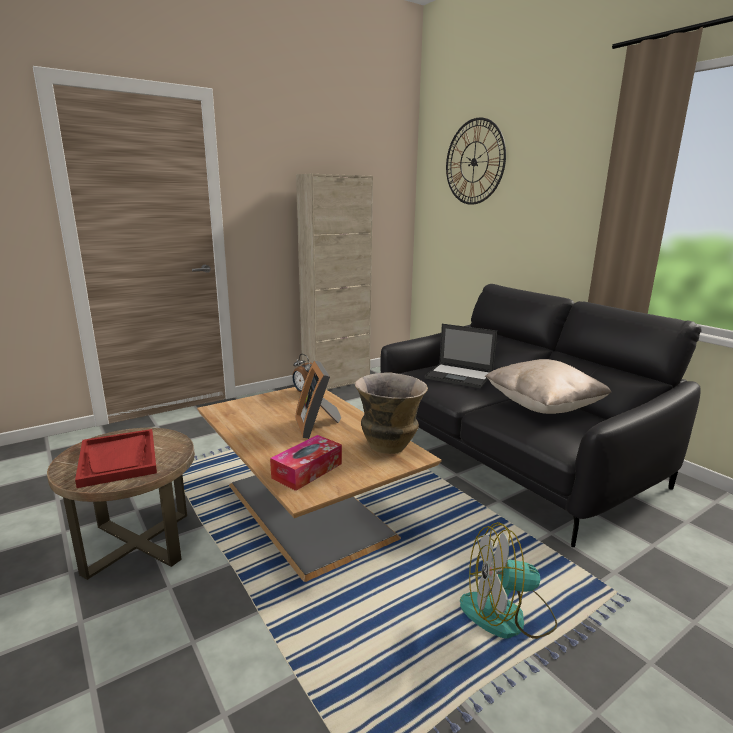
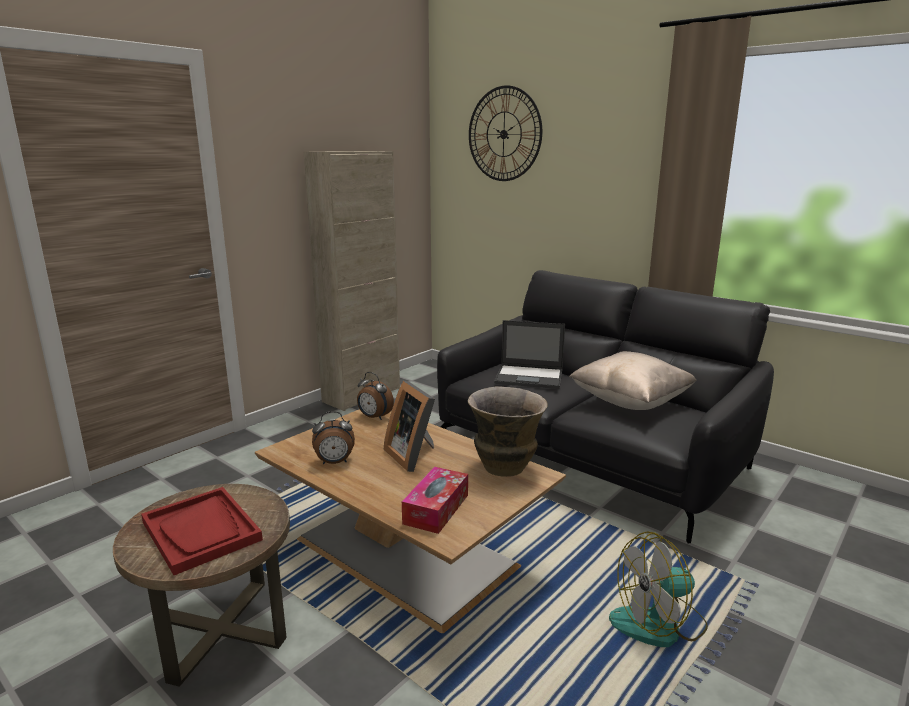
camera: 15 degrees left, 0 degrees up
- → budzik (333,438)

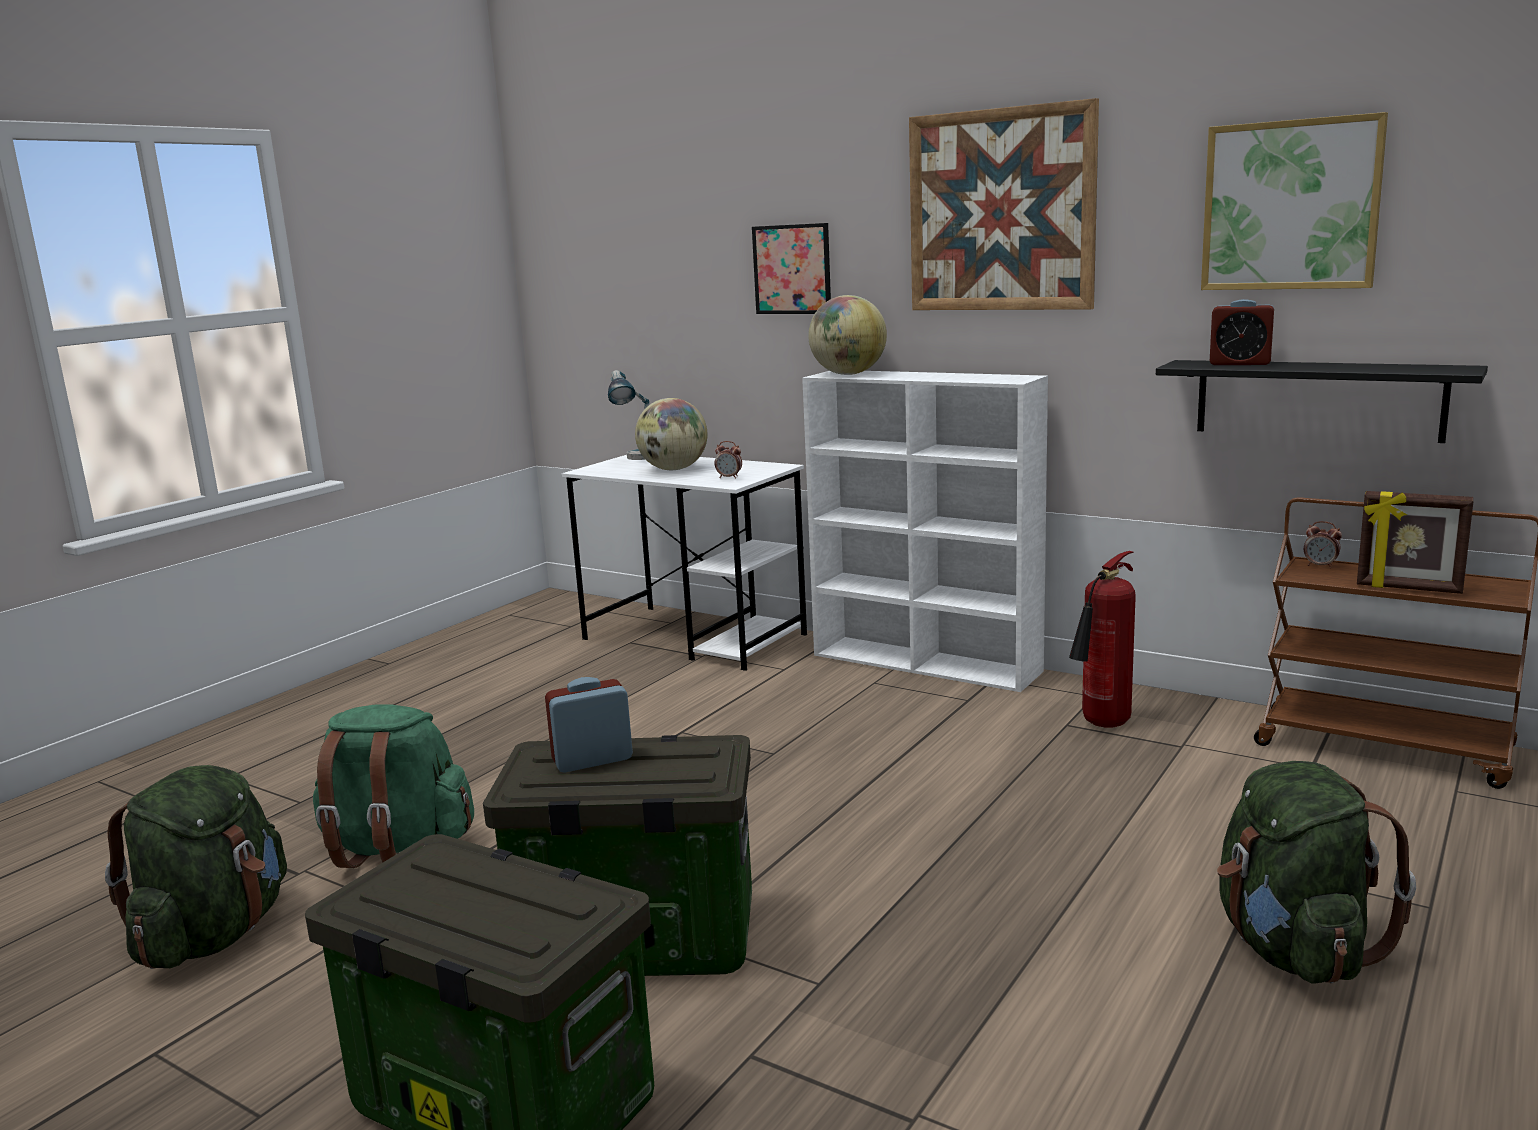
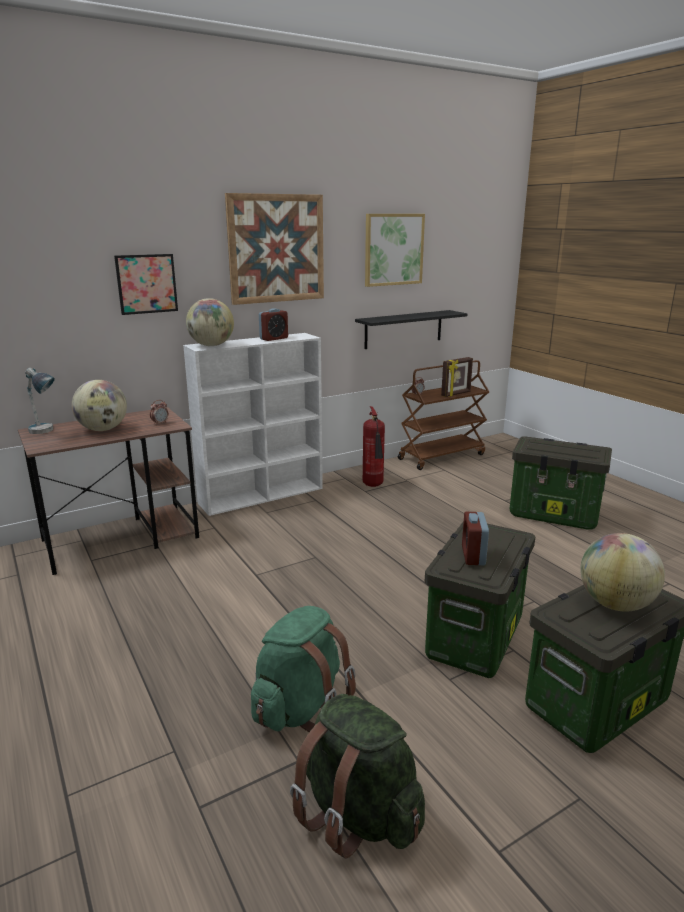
camera: 65 degrees left, 5 degrees up
biurko [biały] (684,563) → biurko [brązowy] (108,491)
budzik (1242,332) → budzik (273,324), relocated
plecak [zielony] (1316,872) → pojemnik do przechowywania (561,483)
- → globus (622,572)

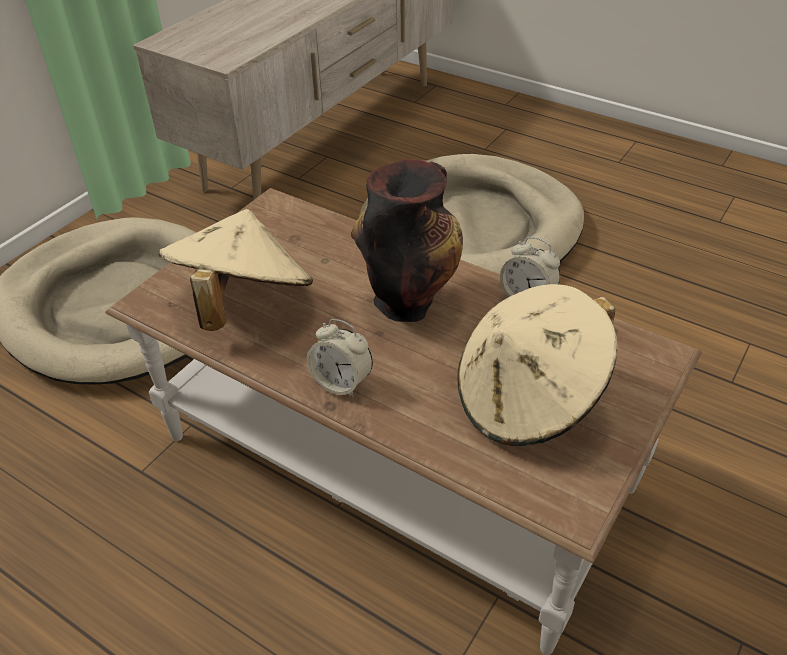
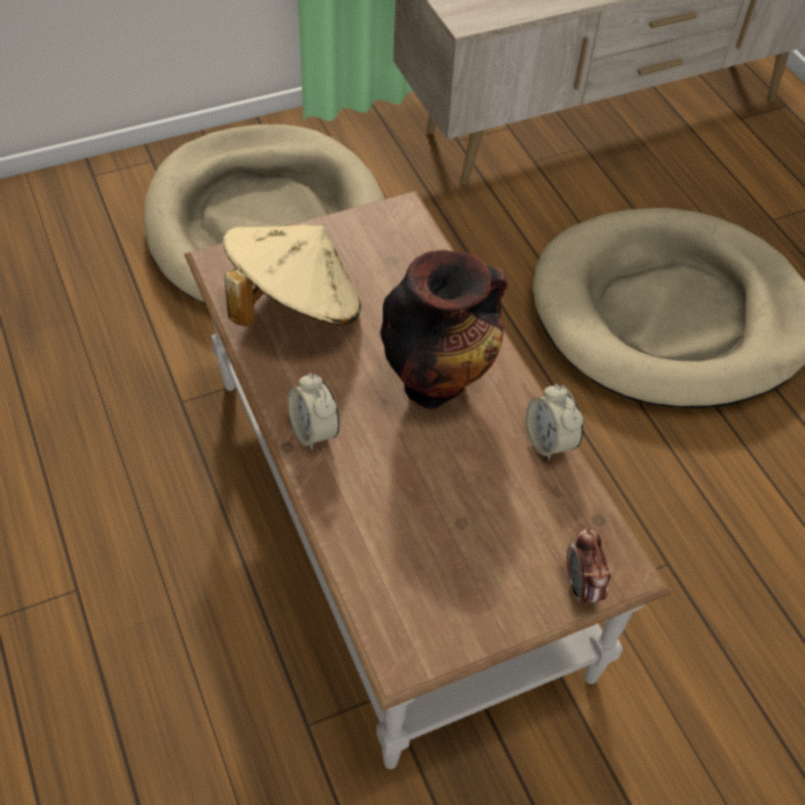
camera: 30 degrees right, 10 degrees up
kapelusz [beżowy] (537,365) → -
- → budzik (588,566)

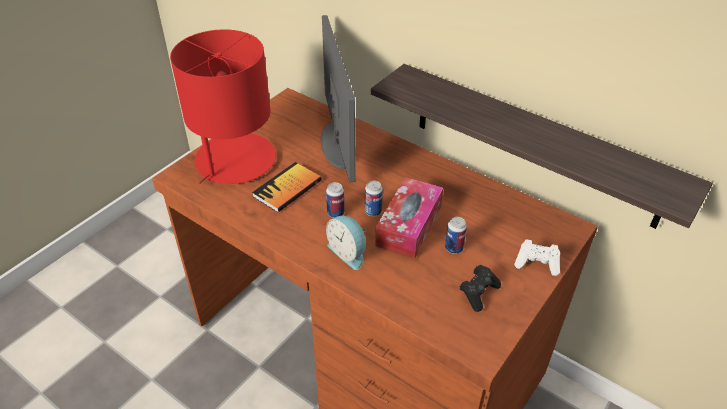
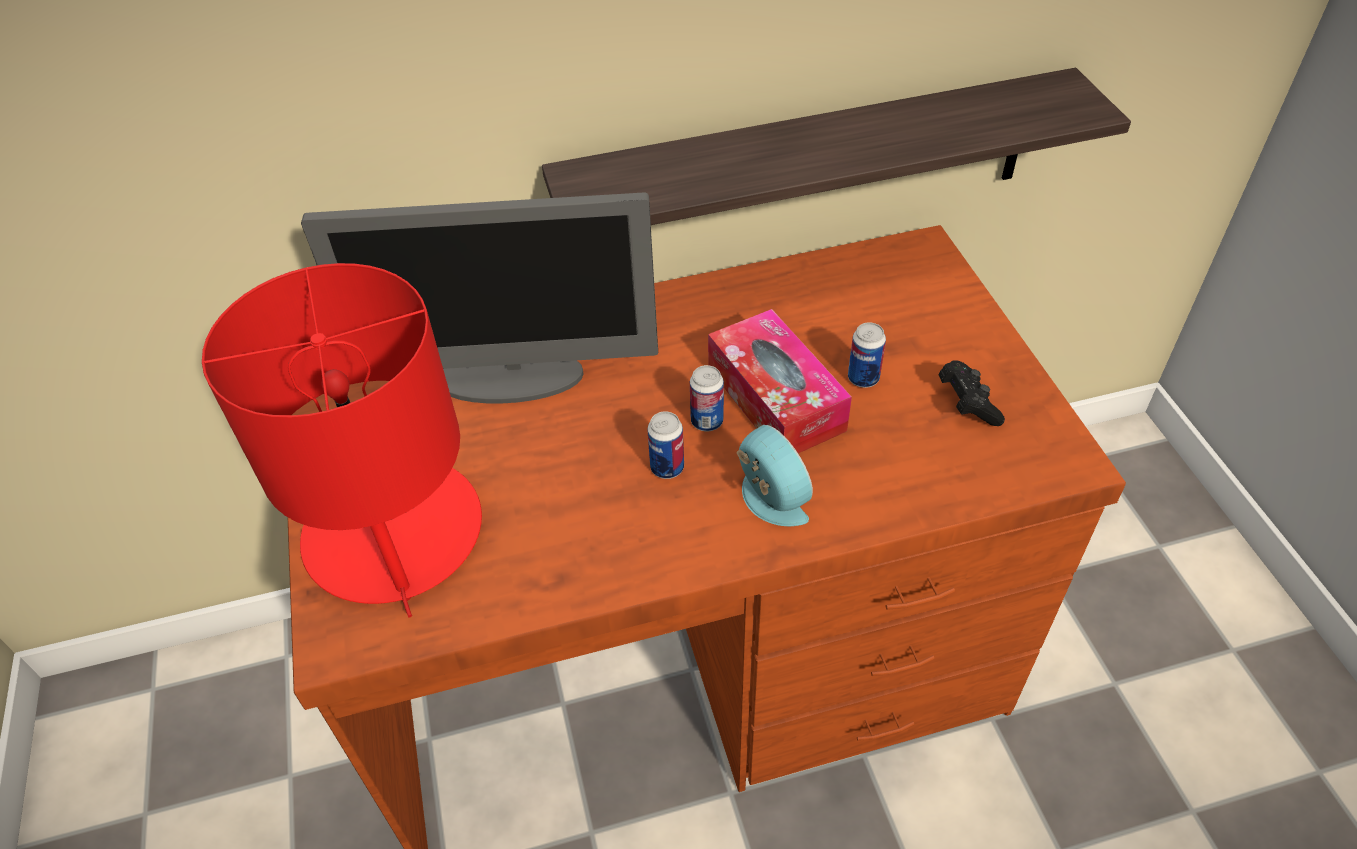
camera: 50 degrees left, 5 degrees up
książka (287,187) → -
monitor (338,98) → monitor (479,298), 150 degrees clockwise
budzik (346,242) → budzik (775,475), 120 degrees counterclockwise
pad do gier [biały] (537,257) → -

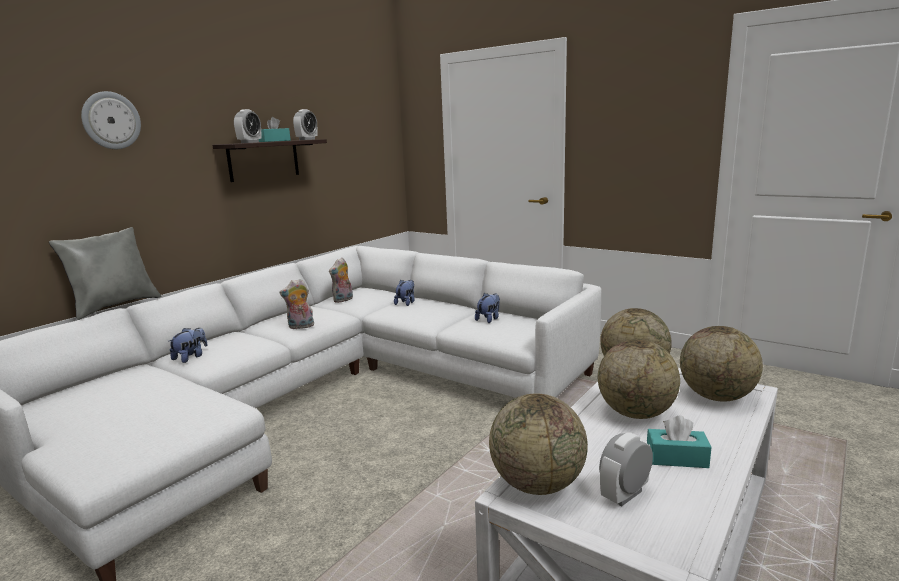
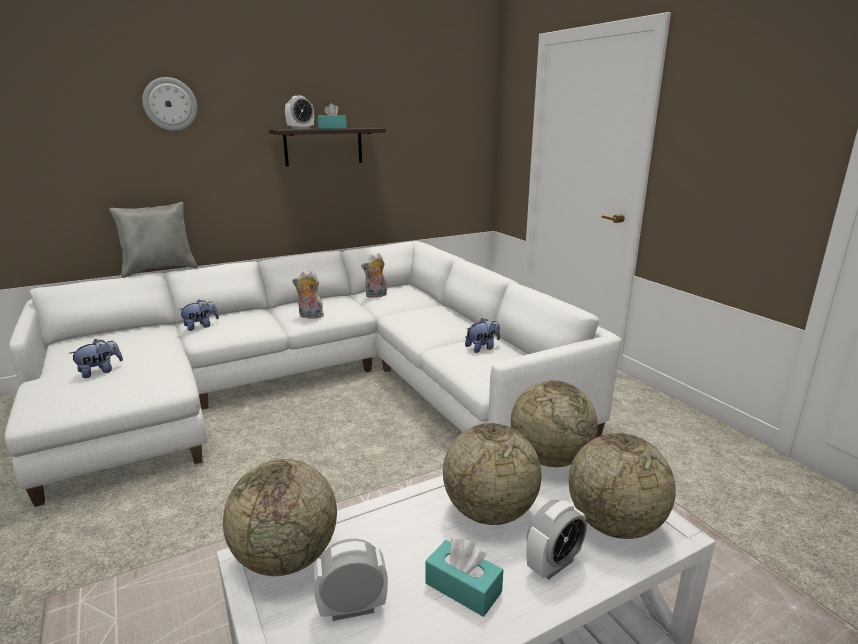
camera: 25 degrees right, 5 degrees up
budzik (305,124) → budzik (556,540), relocated
pluszak (404,293) → pluszak (96,358), relocated

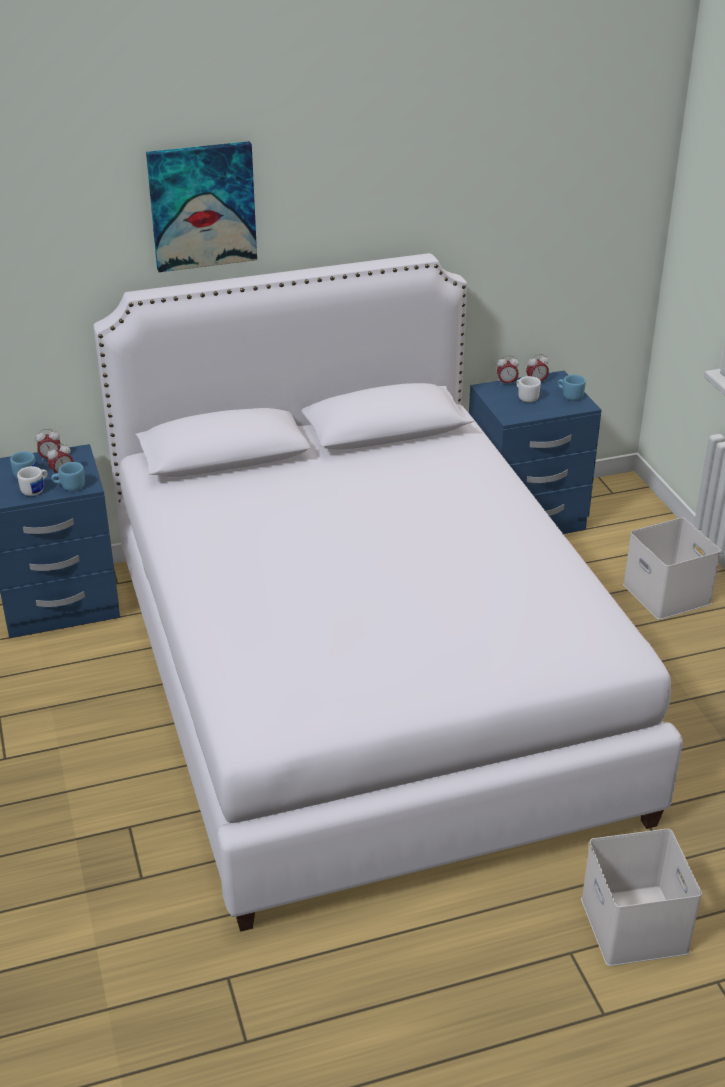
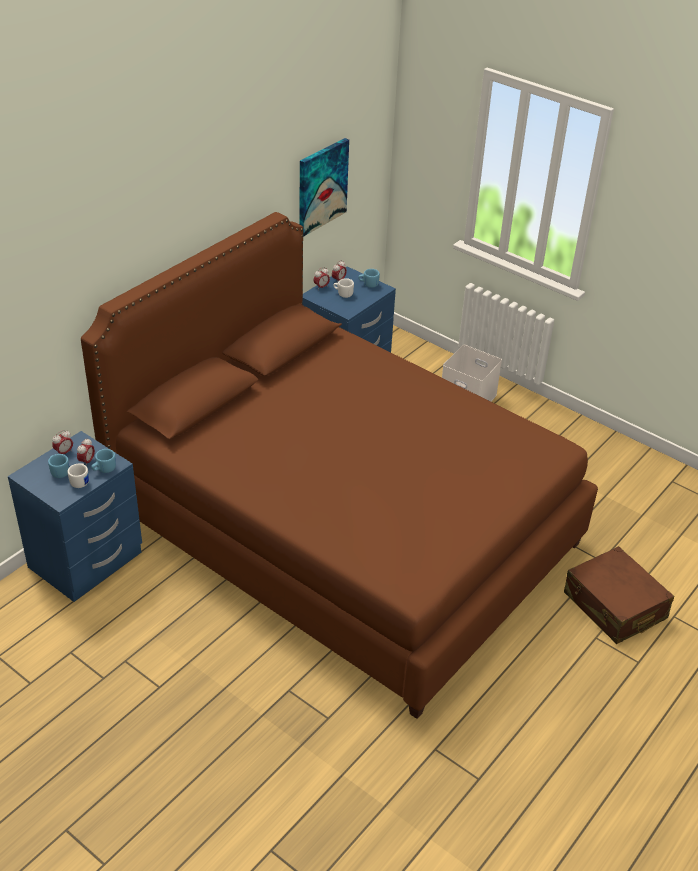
camera: 35 degrees left, 5 degrees up
łóżko [biały] (388,592) → łóżko [brązowy] (339,465)
obraz (201,206) → obraz (324,187), relocated
pojemnik do przechowywania [biały] (641,897) → walizka [brązowy] (619,595)

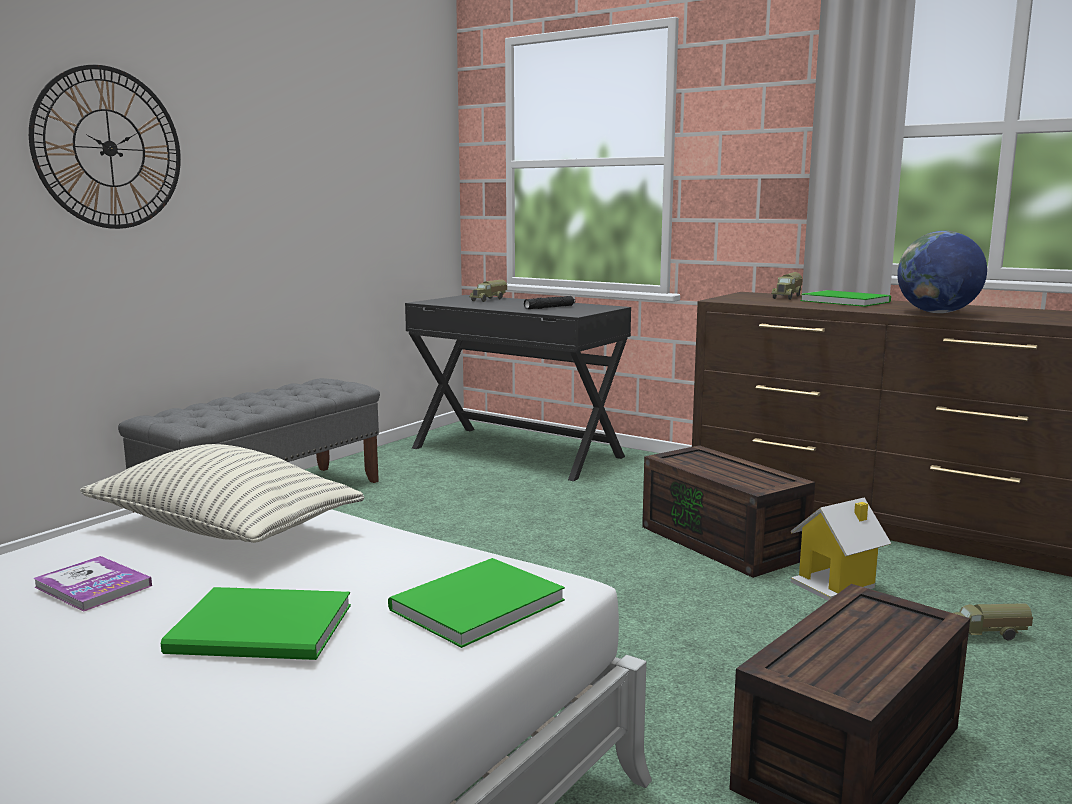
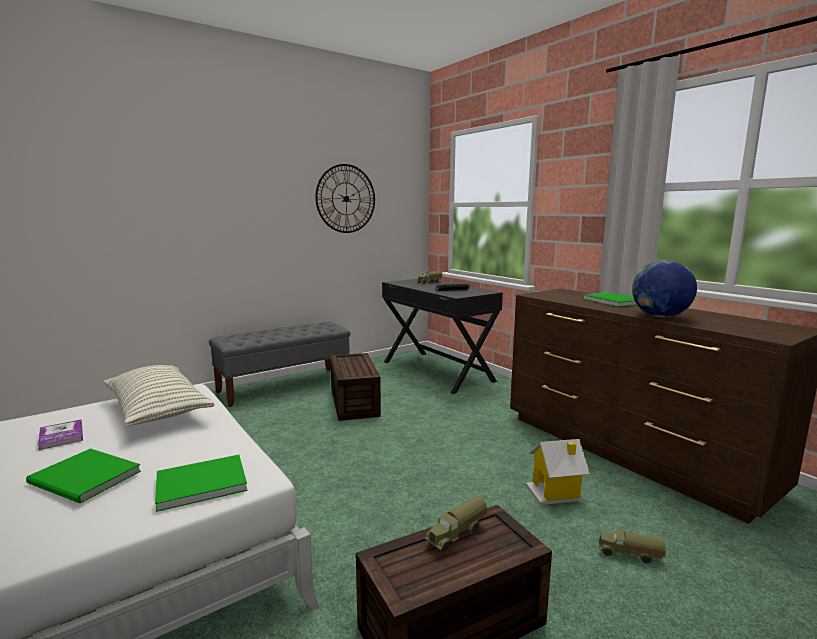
camera: 20 degrees right, 0 degrees up
zegar ścienny (105,147) → zegar ścienny (345,198), relocated
pojemnik do przechowywania [brązowy] (728,511) → pojemnik do przechowywania [brązowy] (355,387), relocated
ciężarówka zabawkowa (787,286) → ciężarówka zabawkowa (455,524), relocated

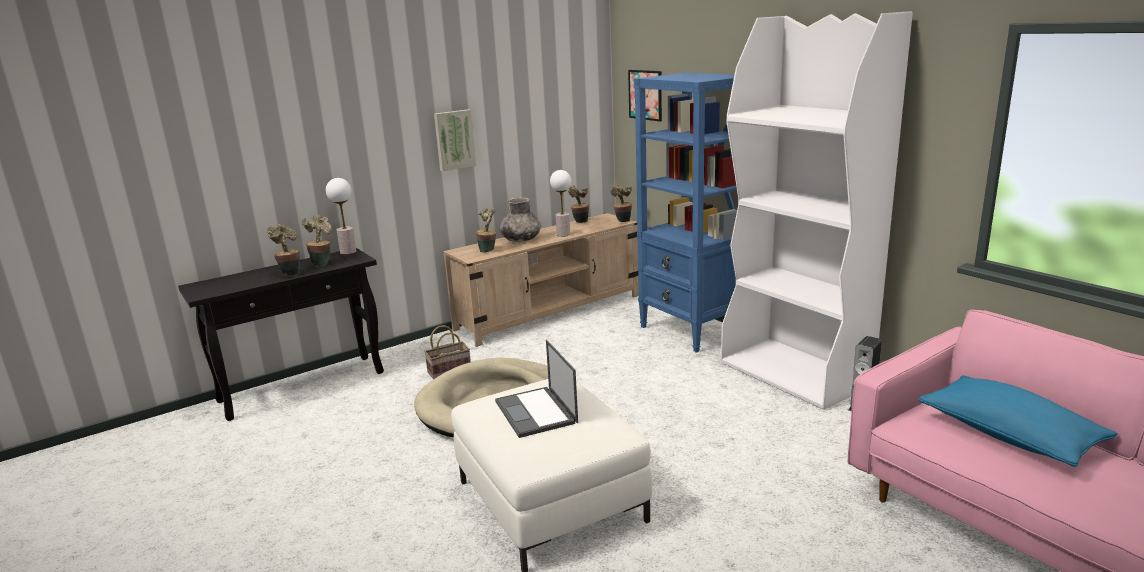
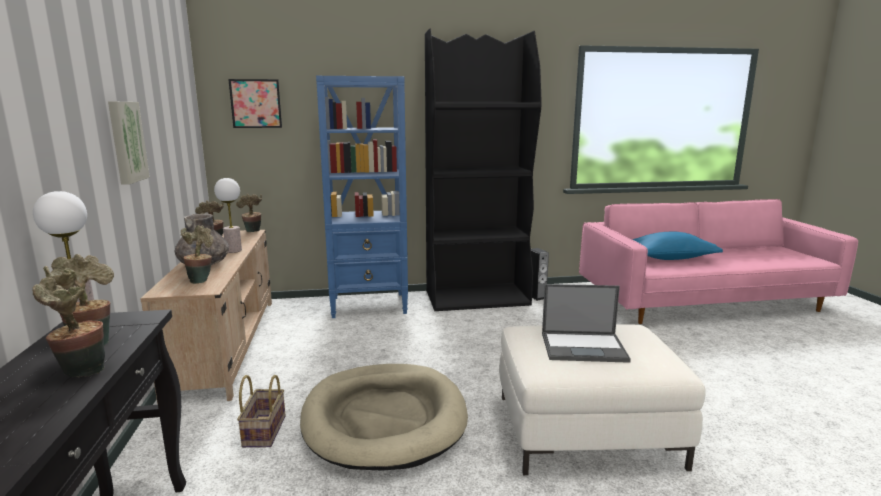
camera: 65 degrees left, 5 degrees down
regał [biały] (817,210) → regał [czarny] (483,170)

